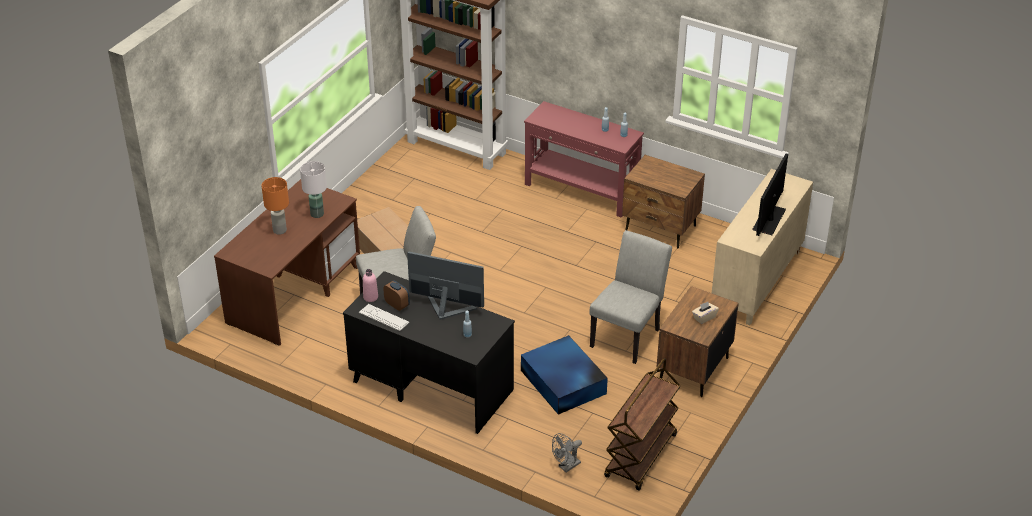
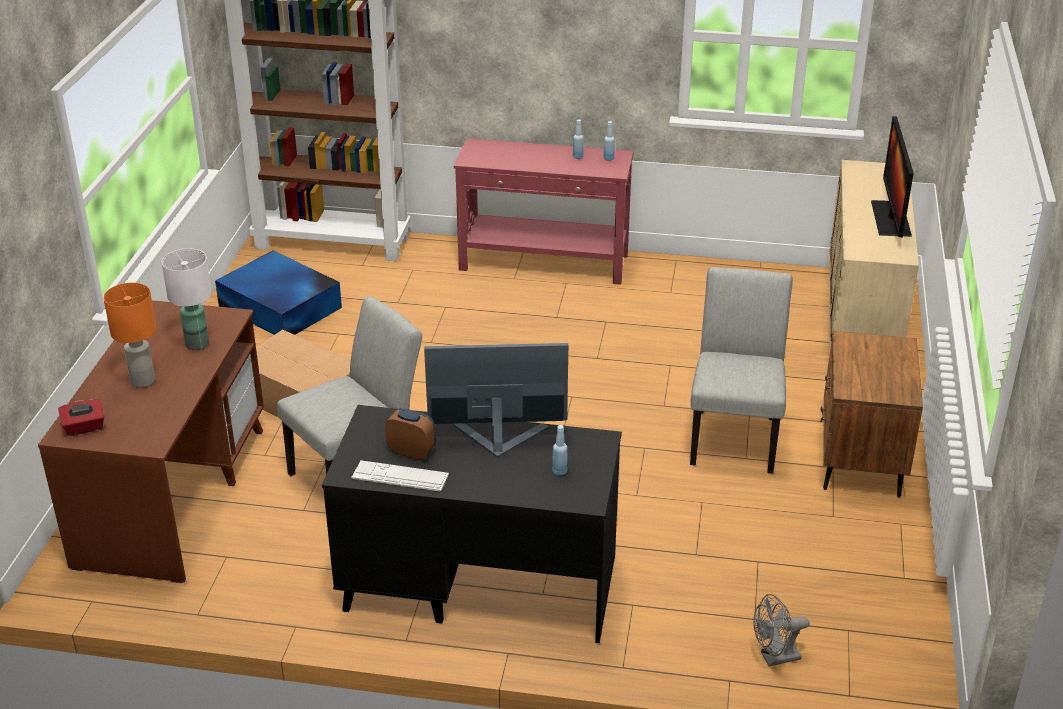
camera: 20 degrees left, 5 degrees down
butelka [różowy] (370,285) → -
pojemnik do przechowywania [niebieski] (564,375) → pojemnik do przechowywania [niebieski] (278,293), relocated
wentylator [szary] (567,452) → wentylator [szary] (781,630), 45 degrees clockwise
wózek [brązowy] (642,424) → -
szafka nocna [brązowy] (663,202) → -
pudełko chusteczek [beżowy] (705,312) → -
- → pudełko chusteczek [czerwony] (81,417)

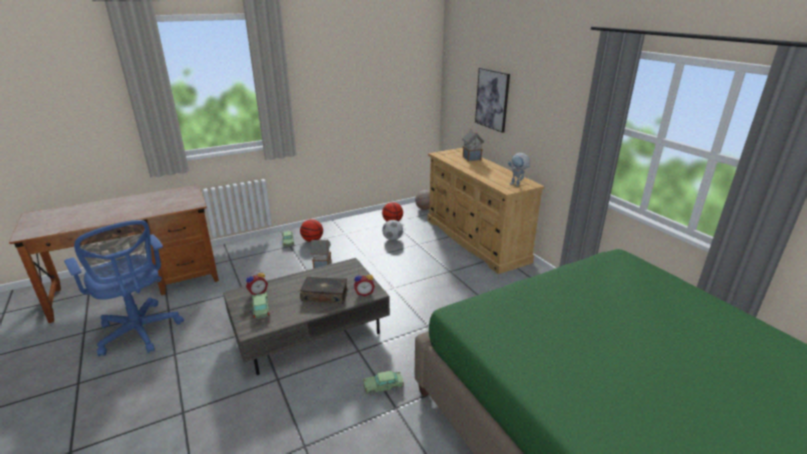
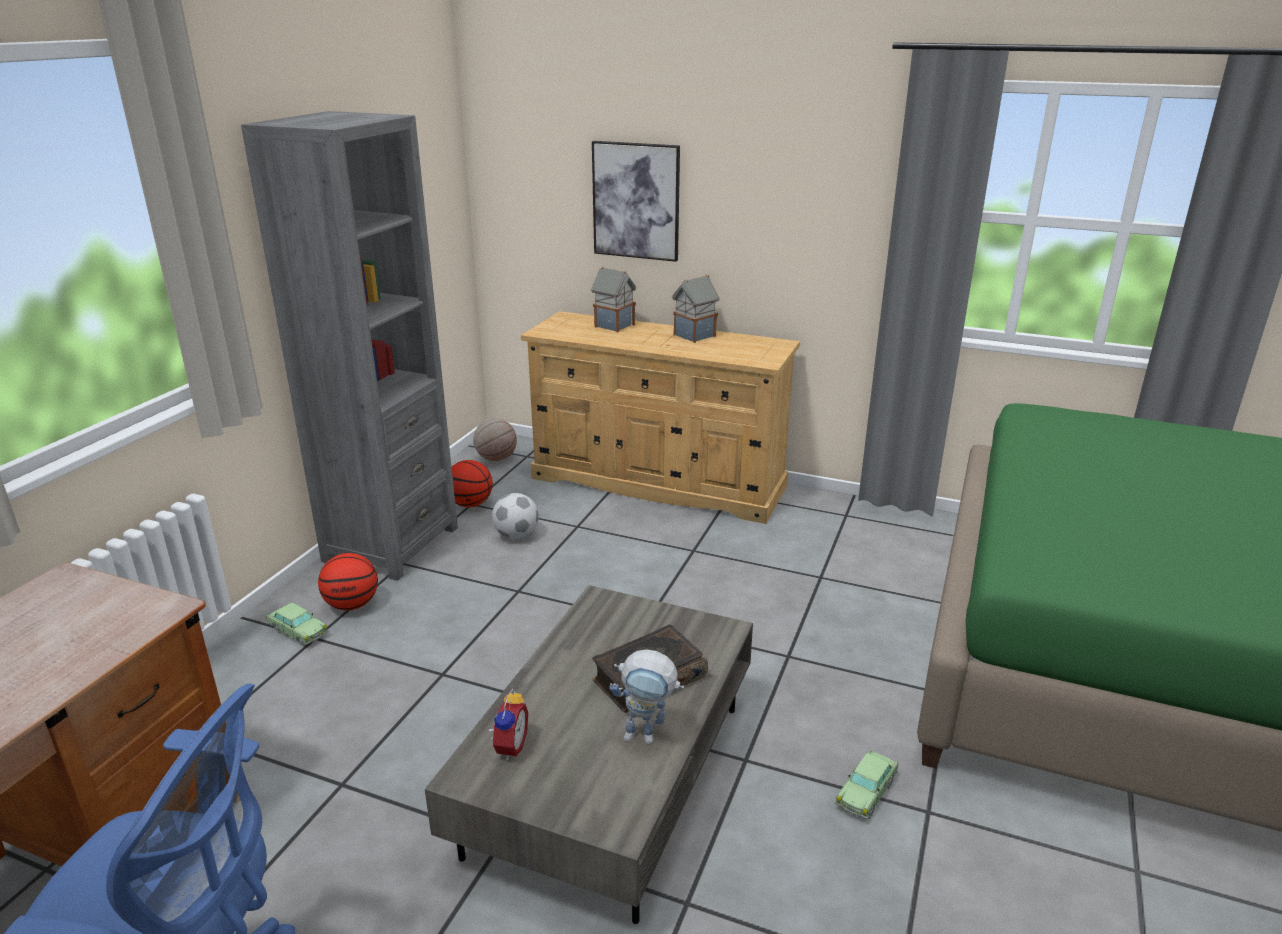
camera: 40 degrees left, 0 degrees up
samochodzik (261,305) → -
domek (320,254) → domek (696,309), relocated
budzik (364,284) → -
robot zabawkowy (519,170) → robot zabawkowy (647,697), relocated
- → regał [szary] (349,346)

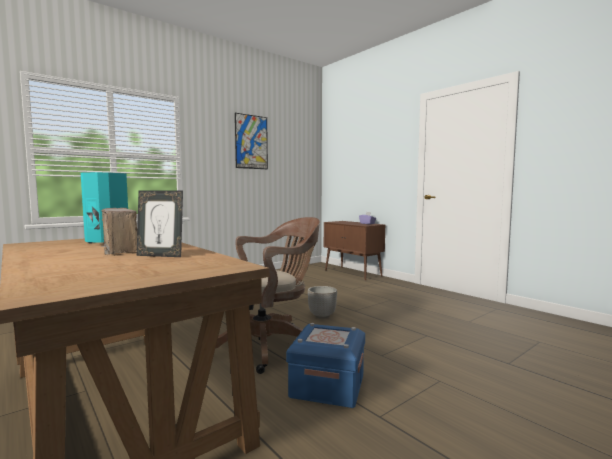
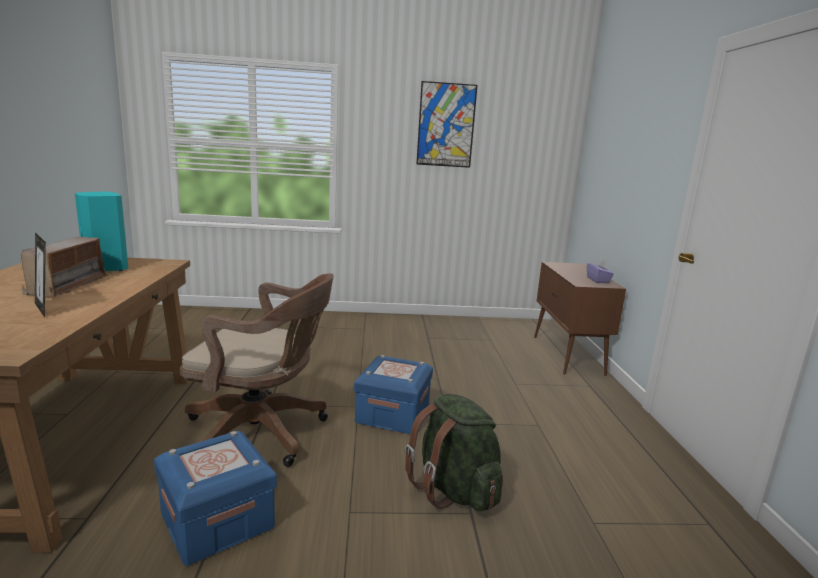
camera: 35 degrees right, 10 degrees up
donica (322,302) → pojemnik do przechowywania [niebieski] (393,394)
- → plecak [zielony] (454,452)

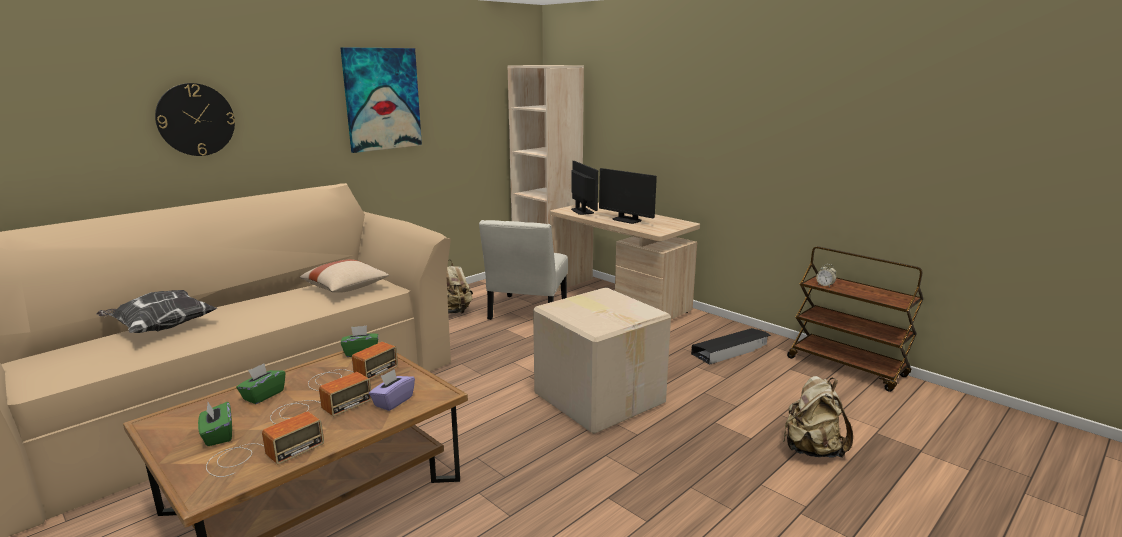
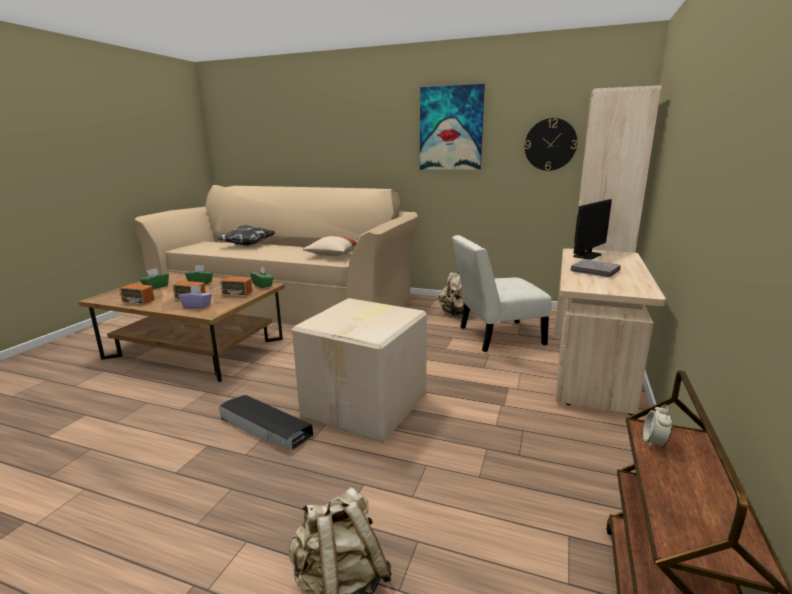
camera: 65 degrees right, 0 degrees up
zegar ścienny (195,119) → zegar ścienny (551,144), relocated
monitor (628,196) → książka [szary] (596,268)
pojemnik do przechowywania [czarny] (731,346) → pojemnik do przechowywania [czarny] (266,422), relocated

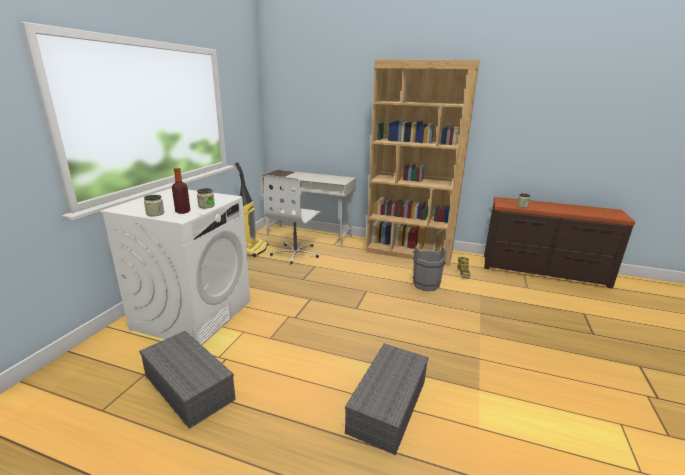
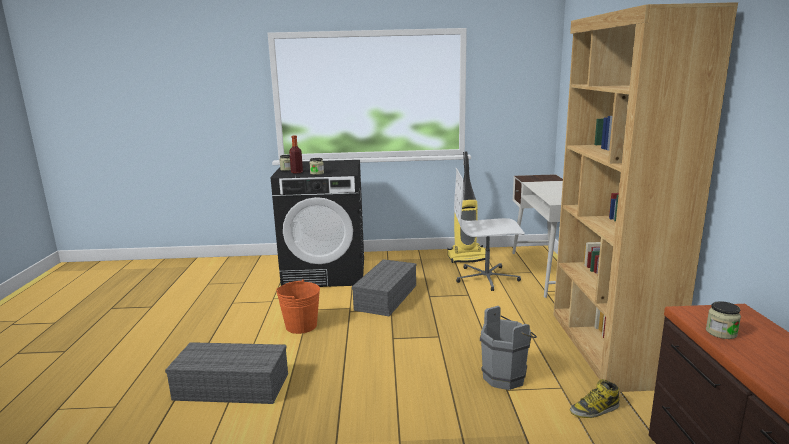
camera: 70 degrees right, 5 degrees down
pralka [biały] (175,266) → pralka [czarny] (317,223)
pojemnik do przechowywania [szary] (187,380) → pojemnik do przechowywania [szary] (384,287), relocated
- → wiadro [pomarańczowy] (298,306)

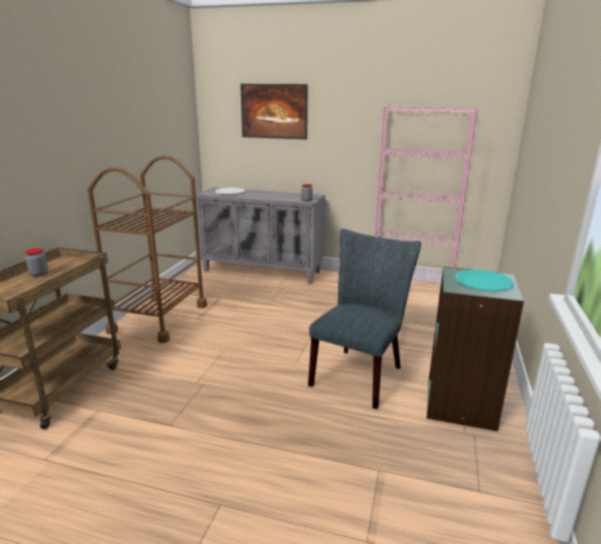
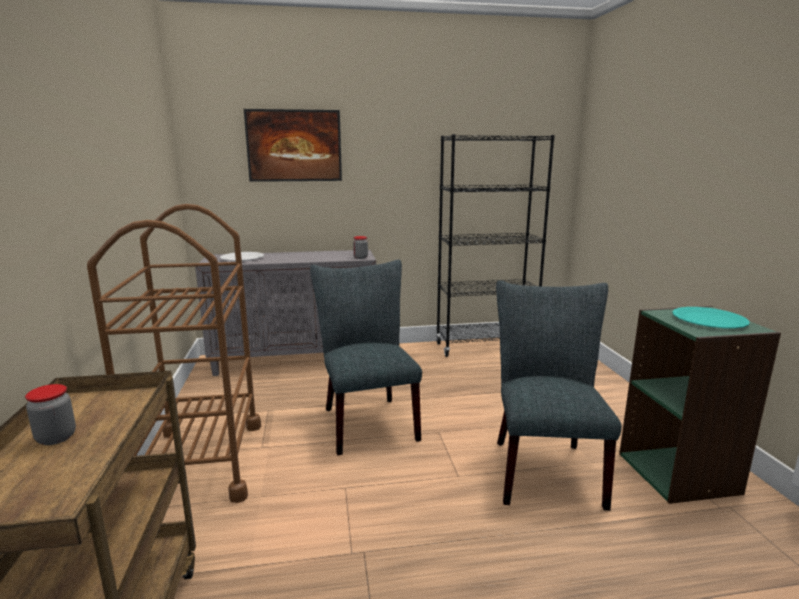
camera: 25 degrees left, 5 degrees down
regał [różowy] (425,195) → regał [czarny] (495,245)
- → krzesło [szary] (366,358)

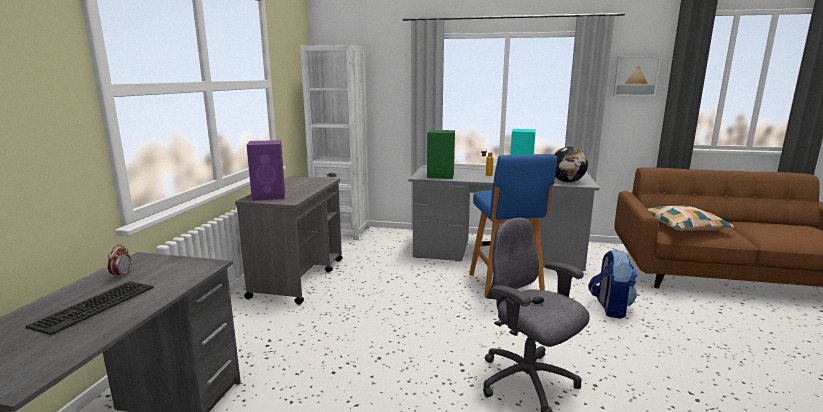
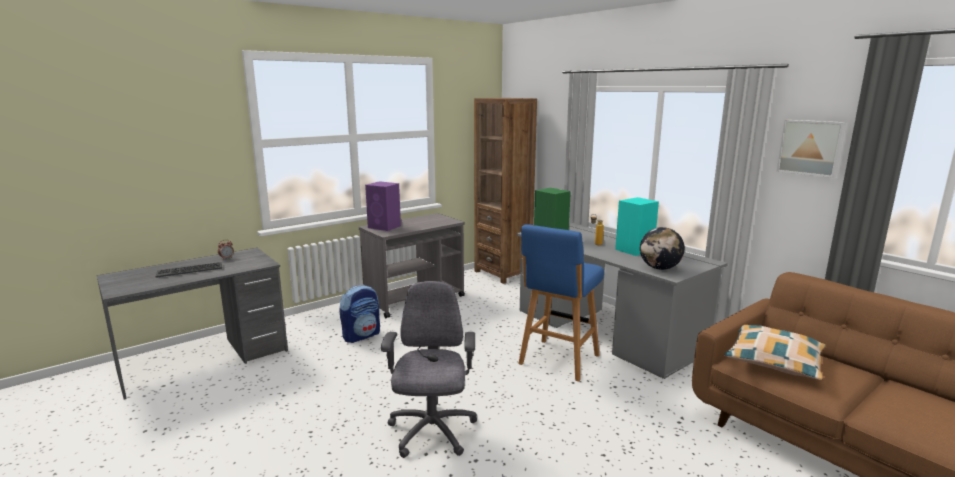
camera: 40 degrees right, 0 degrees up
regał [biały] (334,142) → regał [brązowy] (505,191)
plecak (613,284) → plecak (359,314), relocated

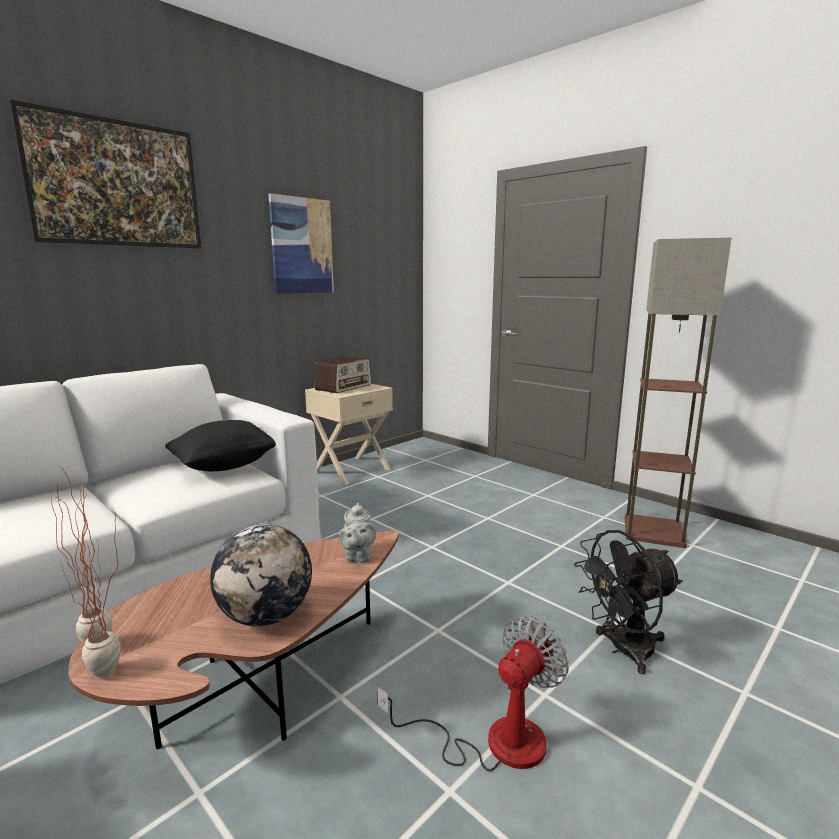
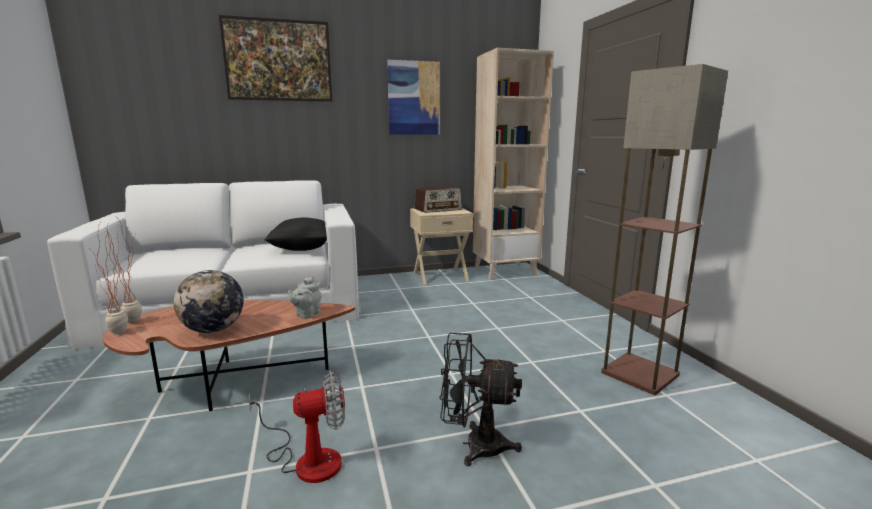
camera: 30 degrees right, 0 degrees up
- → regał [beżowy] (513,164)

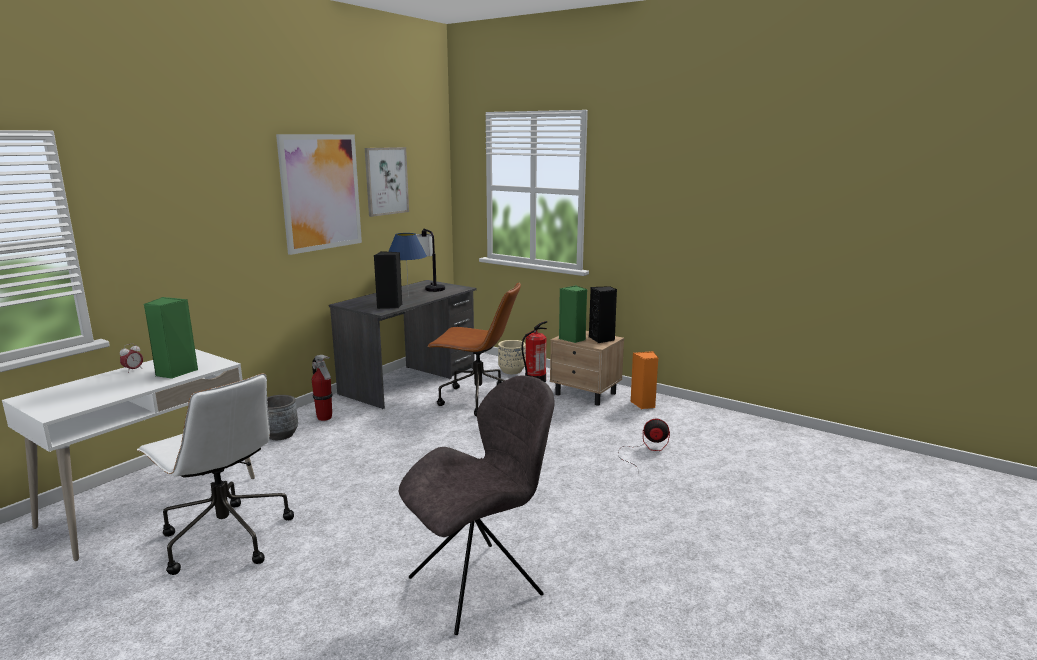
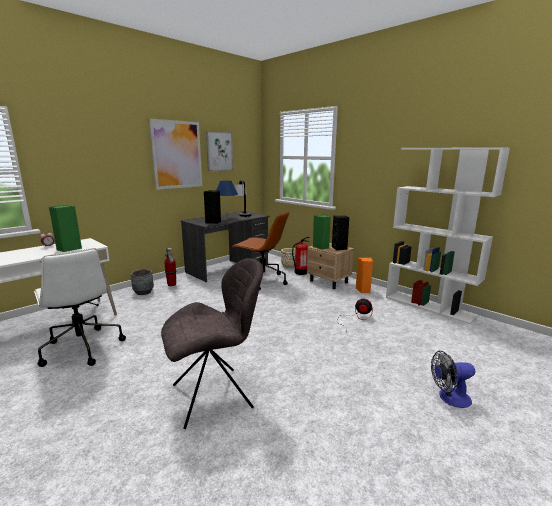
camera: 10 degrees right, 0 degrees up
- → regał [biały] (448,235)
- → wentylator (453,379)

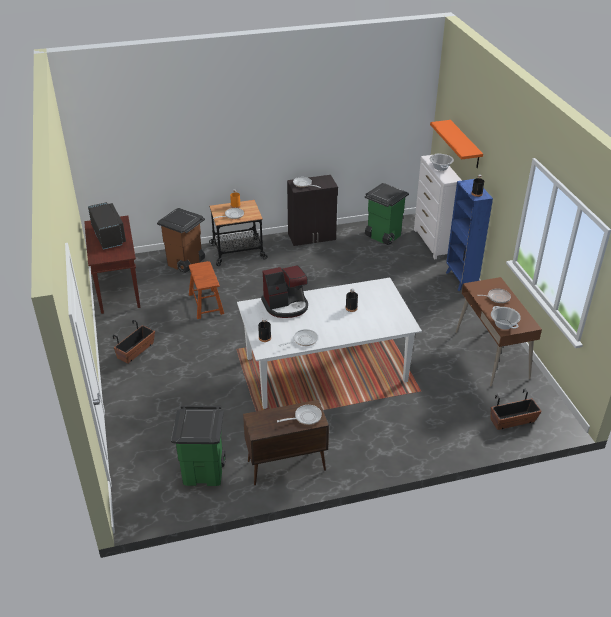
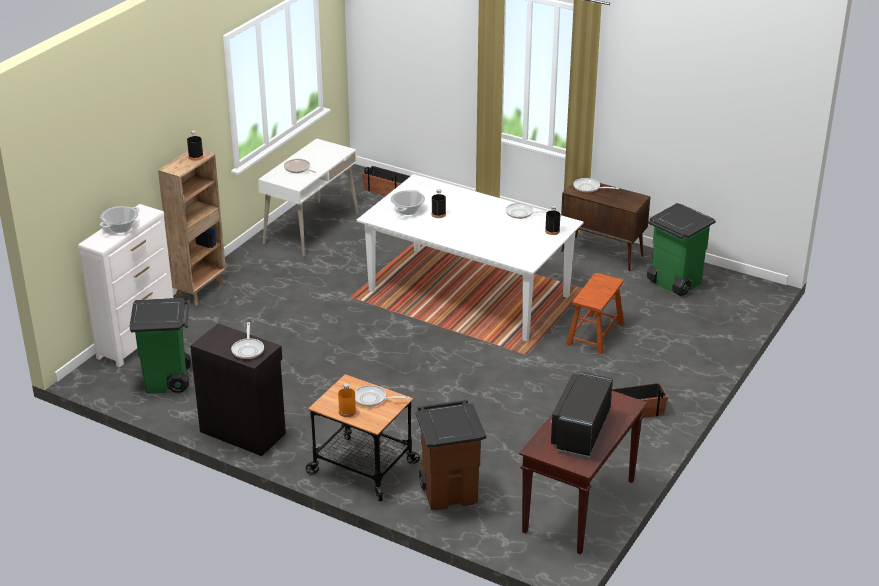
camera: 135 degrees left, 5 degrees down
stołek [brązowy] (206,290) → stołek [brązowy] (595,313), relocated
ekspres do kawy (284,291) → -
półka [pomarańczowy] (456,144) → -
regał [niebieski] (469,235) → regał [brązowy] (192,228)
biurko [brązowy] (499,331) → biurko [biały] (308,197)
garnek (506,317) → garnek (408,202), relocated

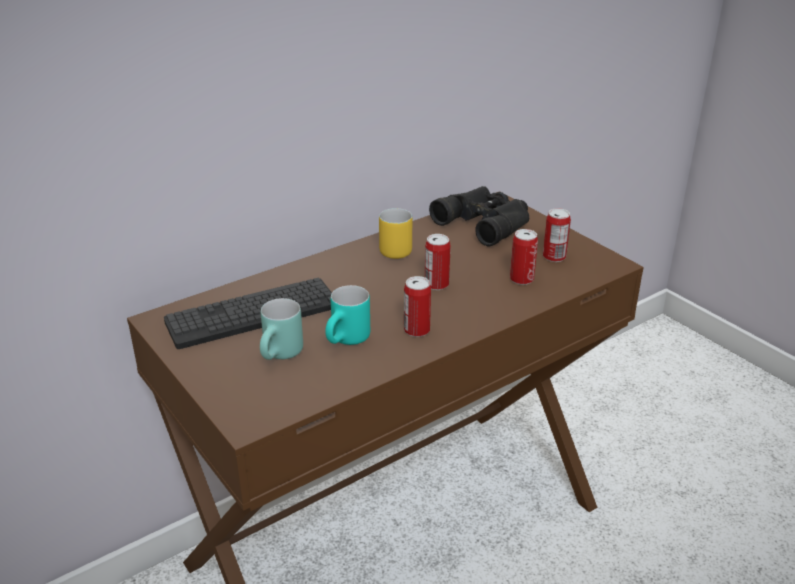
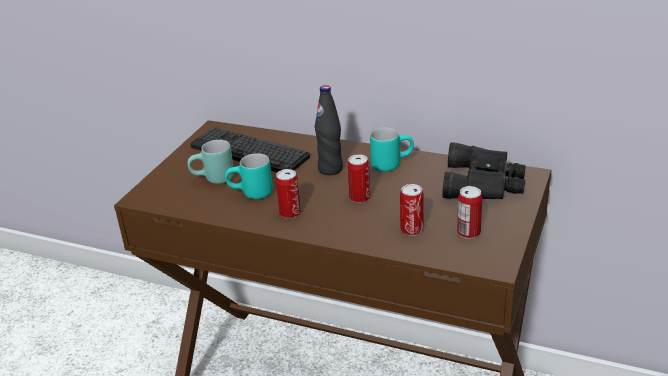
camera: 60 degrees right, 0 degrees up
kubek [żółty] (395,233) → kubek [turkusowy] (392,150)
- → butelka [czarny] (329,130)

